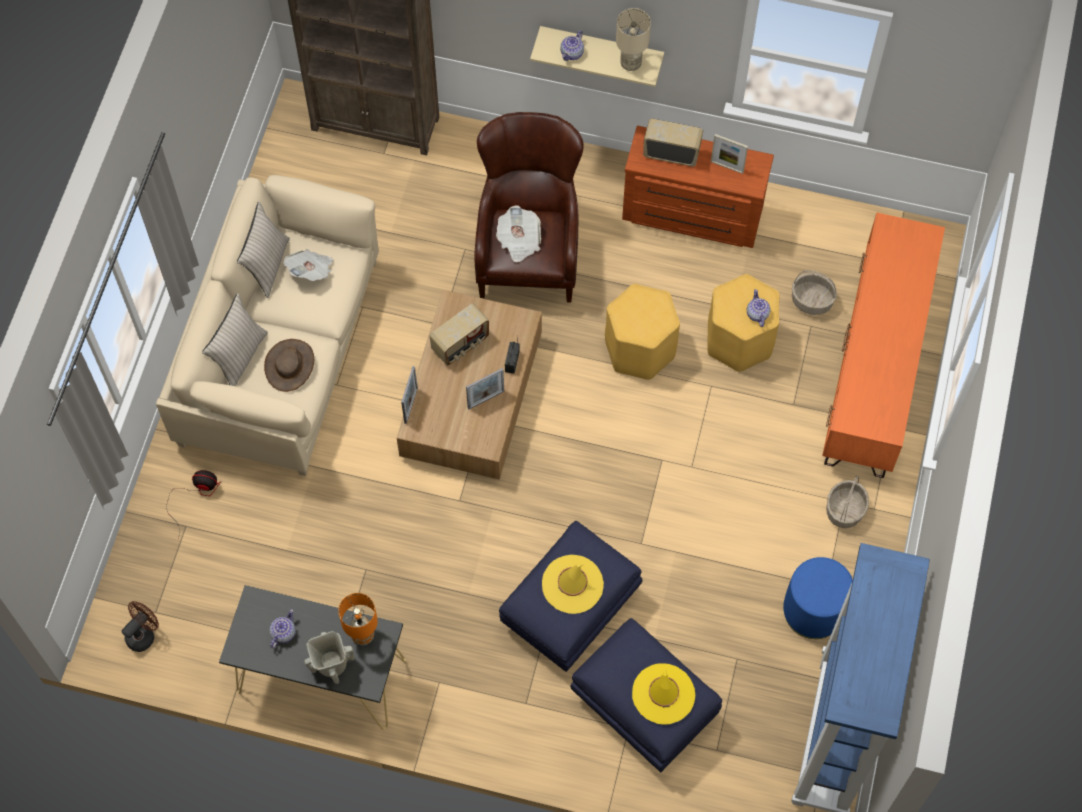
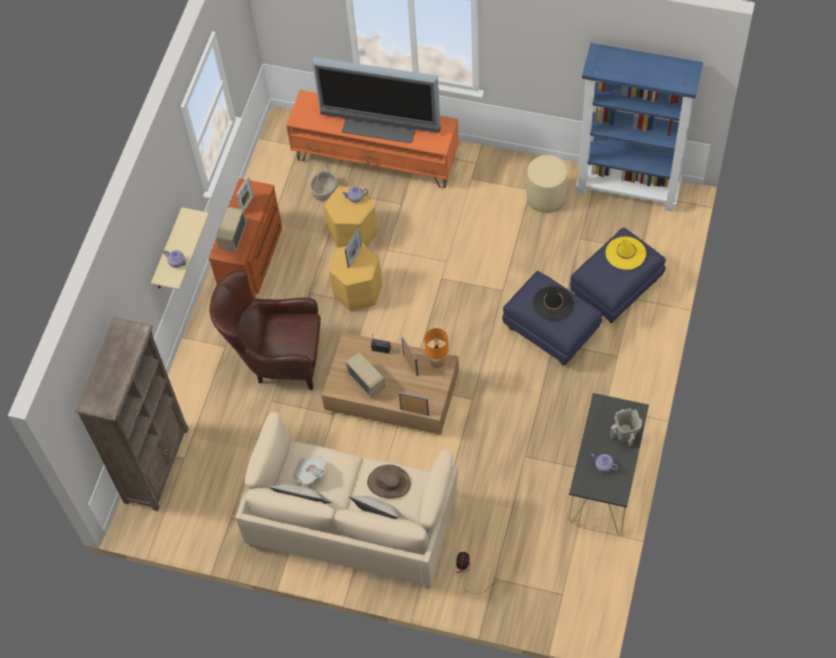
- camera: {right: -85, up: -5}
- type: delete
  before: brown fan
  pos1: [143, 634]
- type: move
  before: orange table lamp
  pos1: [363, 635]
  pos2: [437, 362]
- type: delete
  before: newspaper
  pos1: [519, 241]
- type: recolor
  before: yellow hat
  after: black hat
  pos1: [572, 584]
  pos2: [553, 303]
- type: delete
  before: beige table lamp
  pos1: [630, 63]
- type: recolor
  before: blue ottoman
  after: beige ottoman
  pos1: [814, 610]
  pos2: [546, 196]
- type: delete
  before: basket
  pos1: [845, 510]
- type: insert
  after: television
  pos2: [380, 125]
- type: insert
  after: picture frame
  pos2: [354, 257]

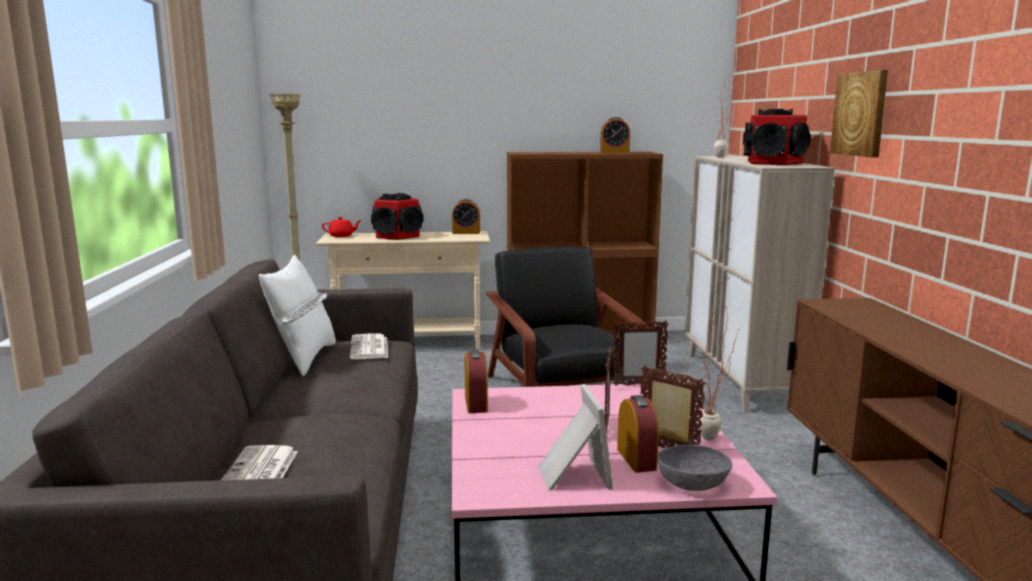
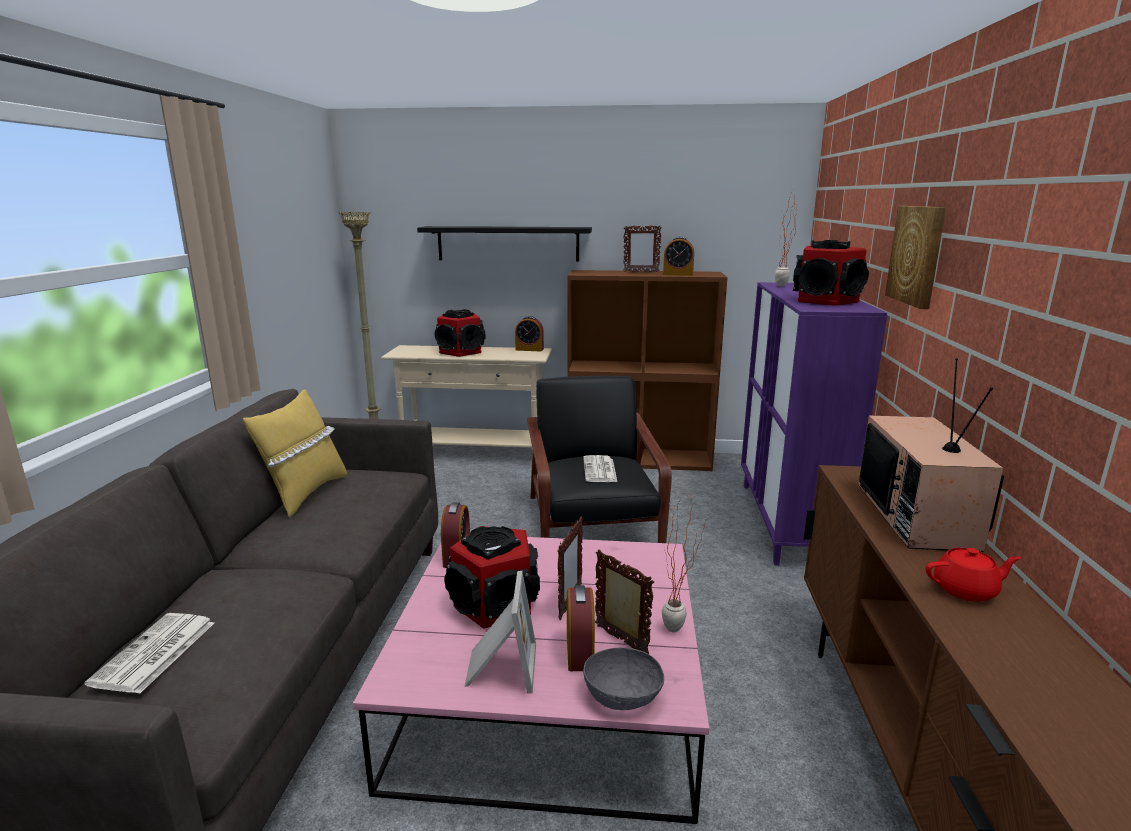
- camera: {right: 10, up: 5}
- type: recolor
  before: white pillow
  after: yellow pillow
  pos1: [303, 359]
  pos2: [305, 493]
- type: move
  before: red teapot
  pos1: [342, 236]
  pos2: [966, 590]
- type: move
  before: newspaper
  pos1: [370, 348]
  pos2: [600, 470]
- type: move
  before: picture frame
  pos1: [638, 385]
  pos2: [641, 272]
- type: recolor
  before: beige cabinet
  after: purple cabinet
  pos1: [740, 380]
  pos2: [786, 522]
- type: insert
  after: black shelf
  pos2: [508, 243]
- type: insert
  after: speaker
  pos2: [496, 604]
- type: insert
  after: television
  pos2: [919, 516]

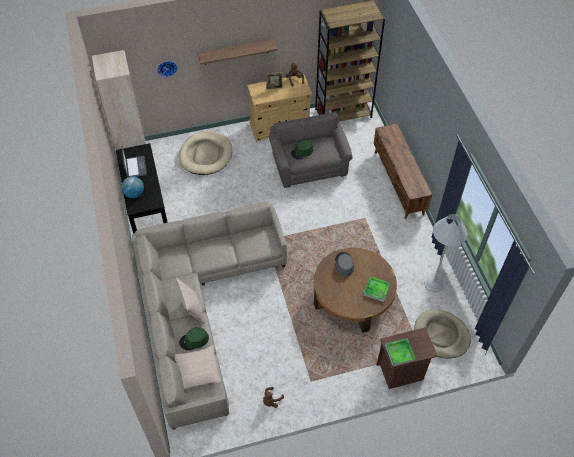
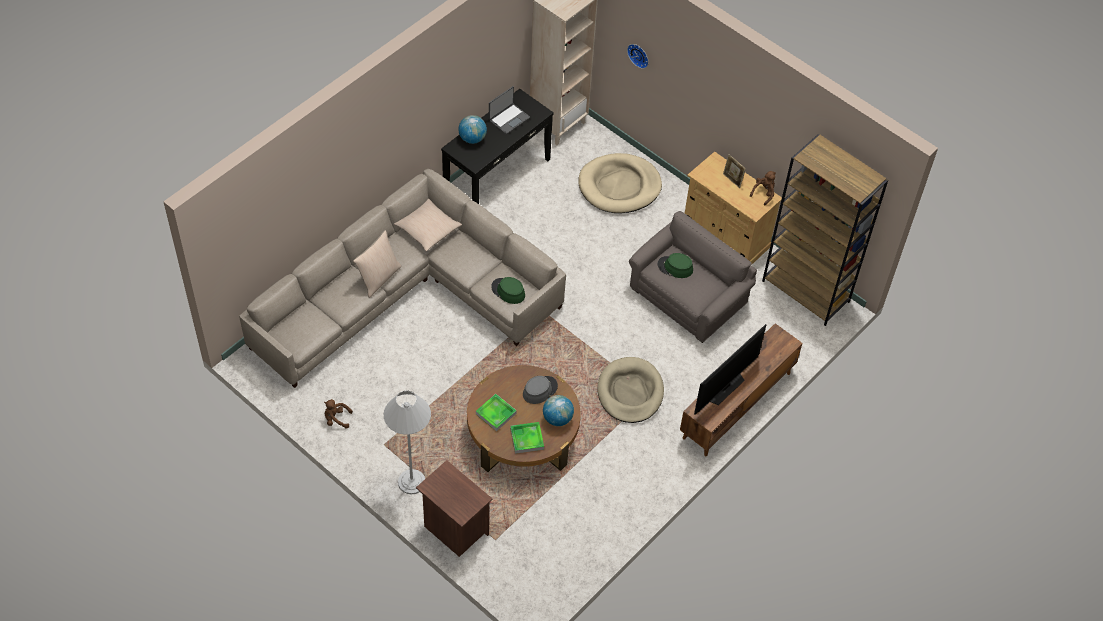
- camera: {right: 55, up: 0}
- type: move
  before: beige pillow
  pos1: [197, 371]
  pos2: [428, 229]
- type: move
  before: green hat
  pos1: [194, 340]
  pos2: [508, 291]
- type: delete
  before: shelf
  pos1: [236, 52]
- type: move
  before: tray
  pos1: [399, 353]
  pos2: [496, 413]
- type: move
  before: beige dog bed
  pos1: [441, 335]
  pos2: [630, 392]
- type: move
  before: white floor lamp
  pos1: [433, 283]
  pos2: [411, 482]
- type: insert
  after: globe
  pos2: [557, 418]
- type: insert
  after: television
  pos2: [724, 387]

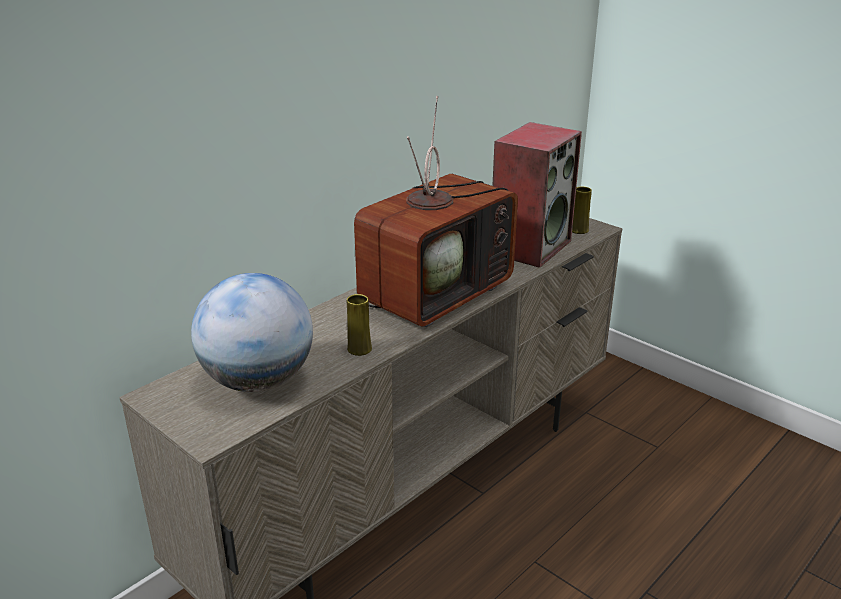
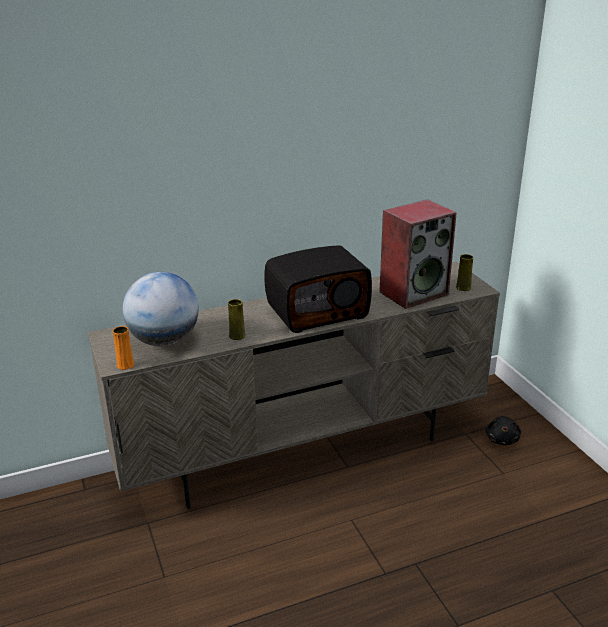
- camera: {right: 25, up: 0}
- type: replace
  before: television
  after: radio
  pos1: [436, 293]
  pos2: [317, 311]
- type: insert
  after: orange vase
  pos2: [125, 365]
- type: insert
  after: black plush toy
  pos2: [502, 439]

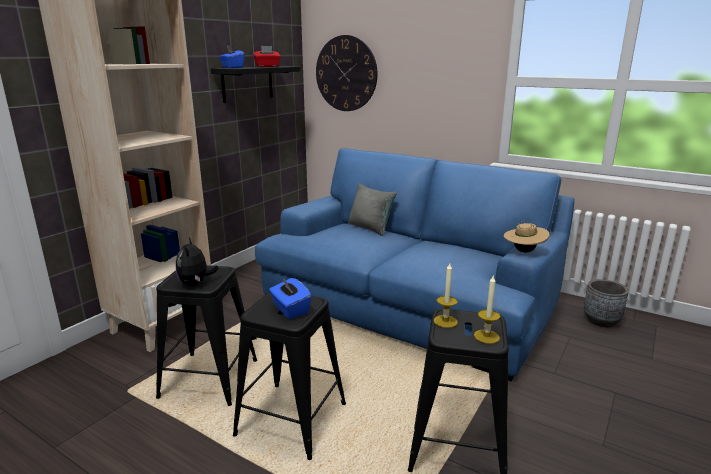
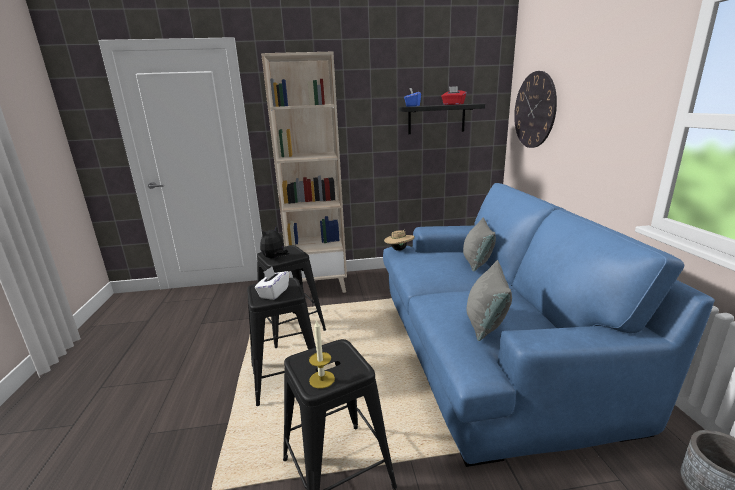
- camera: {right: 50, up: 0}
- type: recolor
  before: blue tissue box
  after: white tissue box
  pos1: [290, 309]
  pos2: [273, 293]
- type: delete
  before: candle
  pos1: [445, 321]
- type: move
  before: beige hat
  pos1: [523, 251]
  pos2: [399, 249]
- type: insert
  after: grey pillow
  pos2: [486, 323]

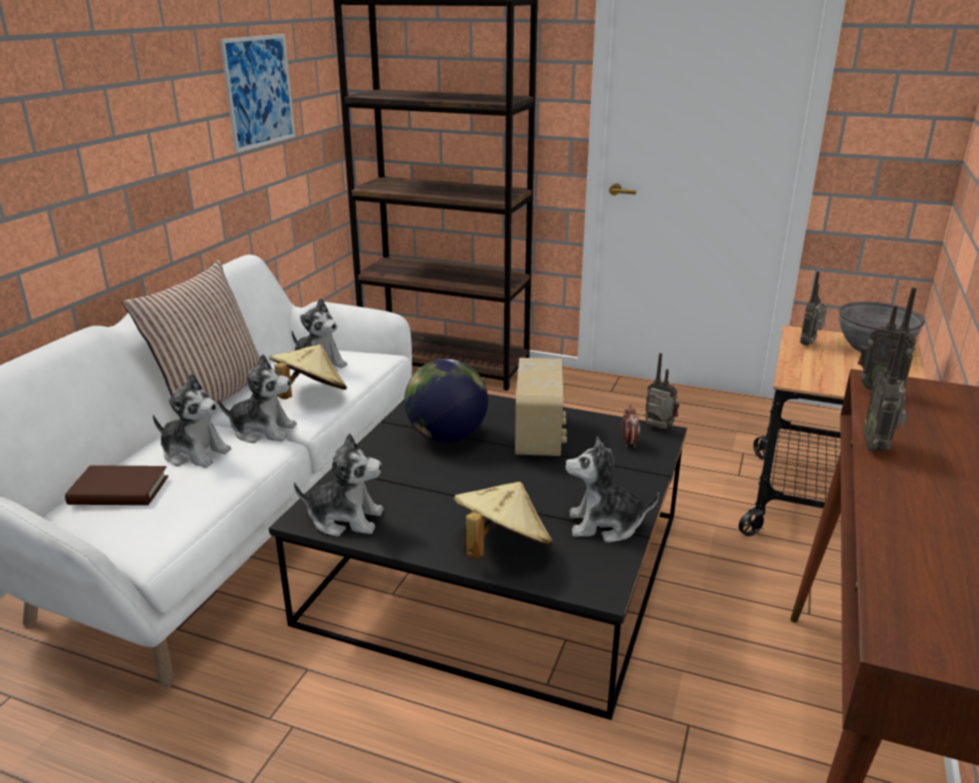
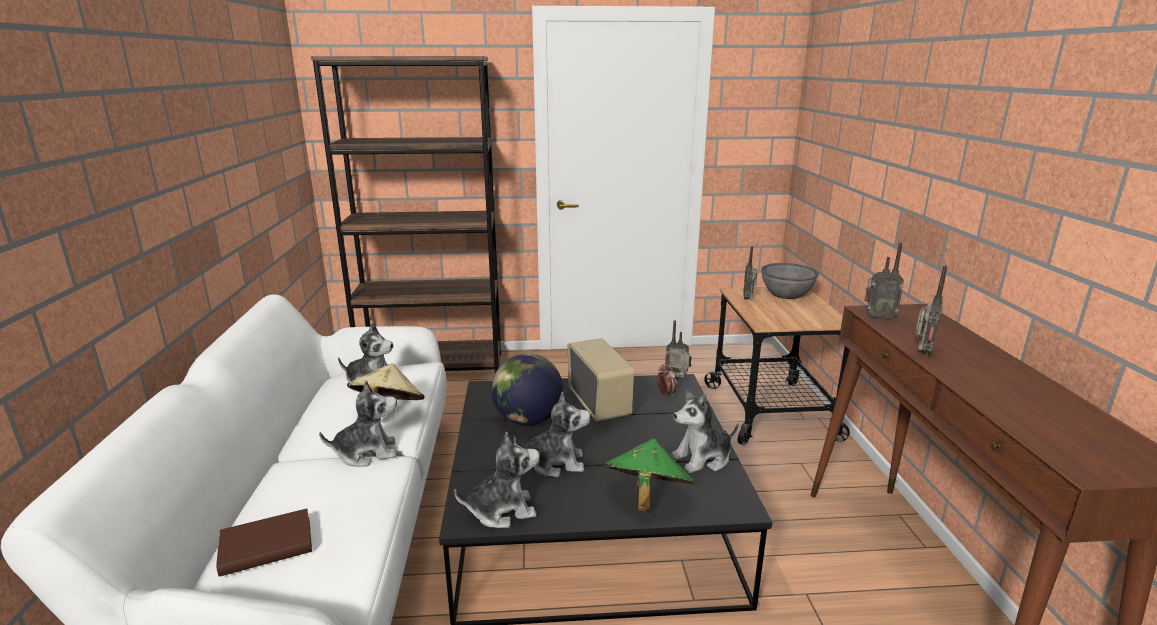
- camera: {right: -25, up: -5}
- type: delete
  before: pillow
  pos1: [212, 397]
- type: move
  before: plush toy
  pos1: [194, 453]
  pos2: [555, 463]
- type: delete
  before: picture
  pos1: [259, 91]
- type: recolor
  before: beige hat
  after: green hat
  pos1: [501, 548]
  pos2: [646, 497]
- type: rotate
  before: radio
  pos1: [877, 447]
  pos2: [921, 352]
  turn: -135

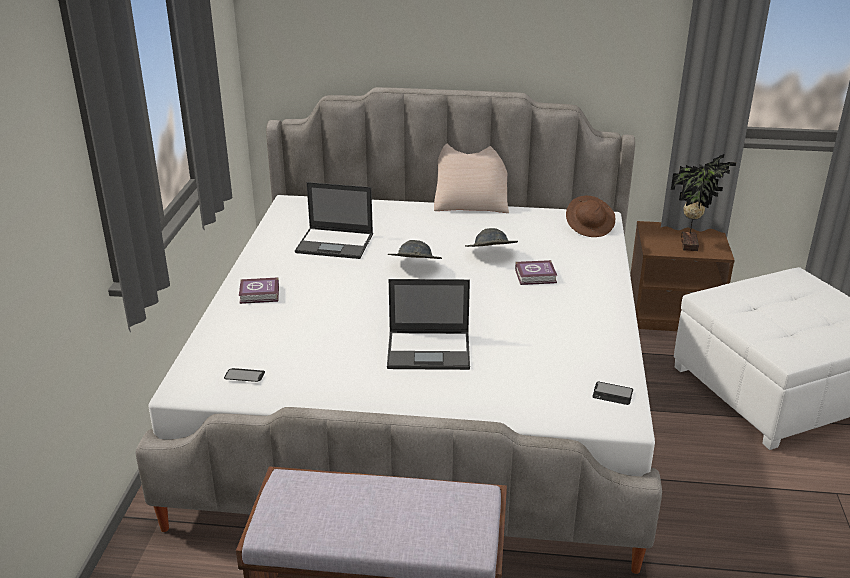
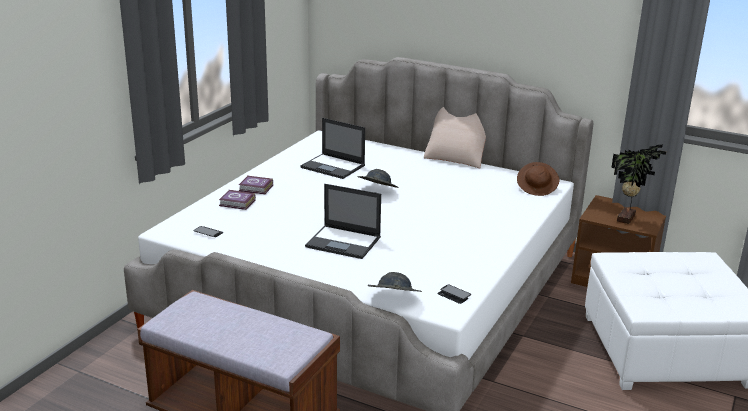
- camera: {right: 20, up: -5}
- type: move
  before: grey hat
  pos1: [490, 255]
  pos2: [393, 299]
- type: move
  before: book
  pos1: [536, 277]
  pos2: [238, 203]

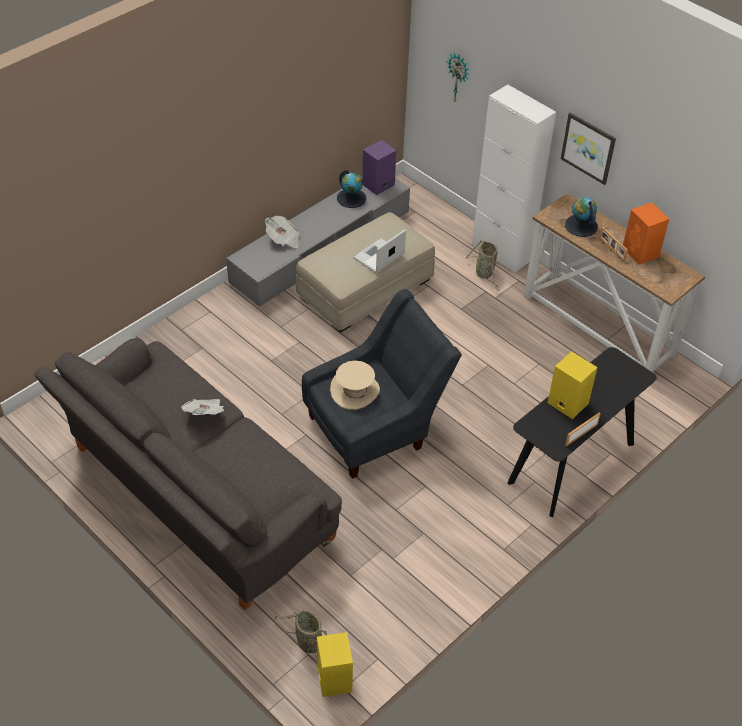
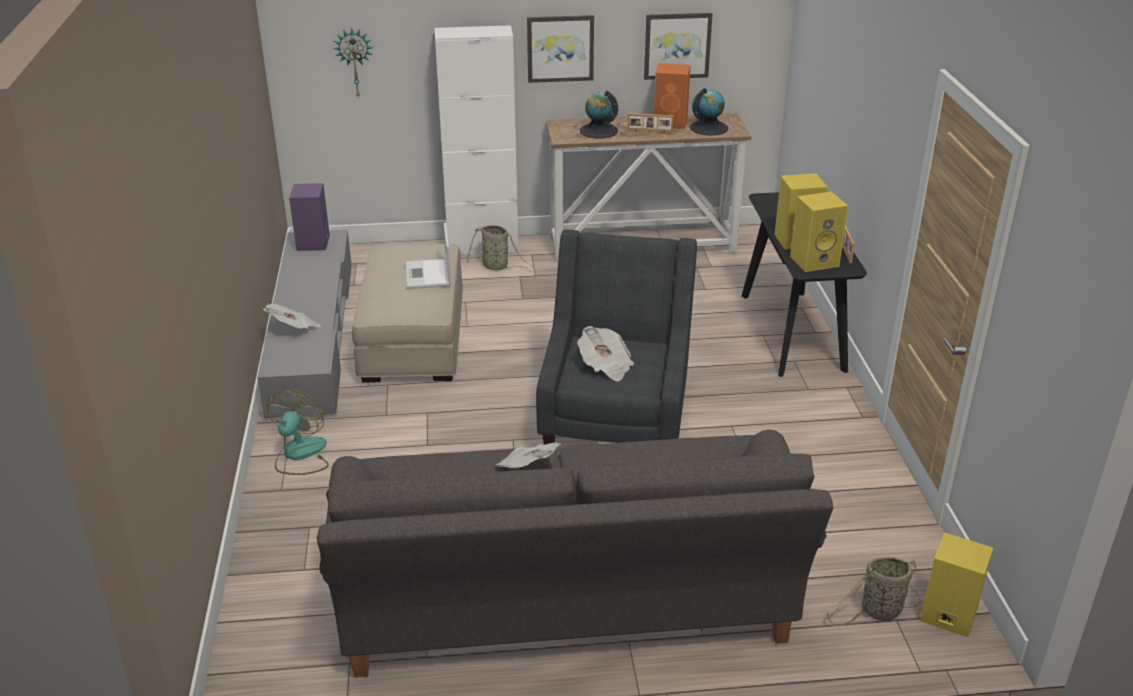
- camera: {right: -50, up: -15}
- type: replace
  before: beige hat
  after: newspaper
  pos1: [355, 391]
  pos2: [605, 366]
- type: move
  before: globe
  pos1: [351, 198]
  pos2: [708, 128]
- type: insert
  after: fan
  pos2: [300, 455]
- type: insert
  after: picture
  pos2: [677, 45]
- type: insert
  after: yellow speaker
  pos2: [815, 261]

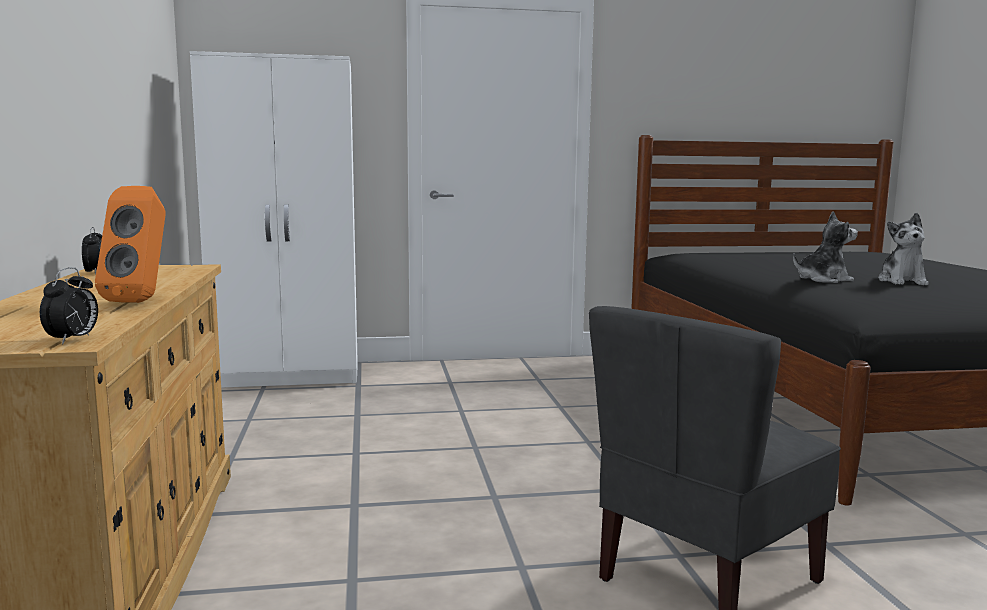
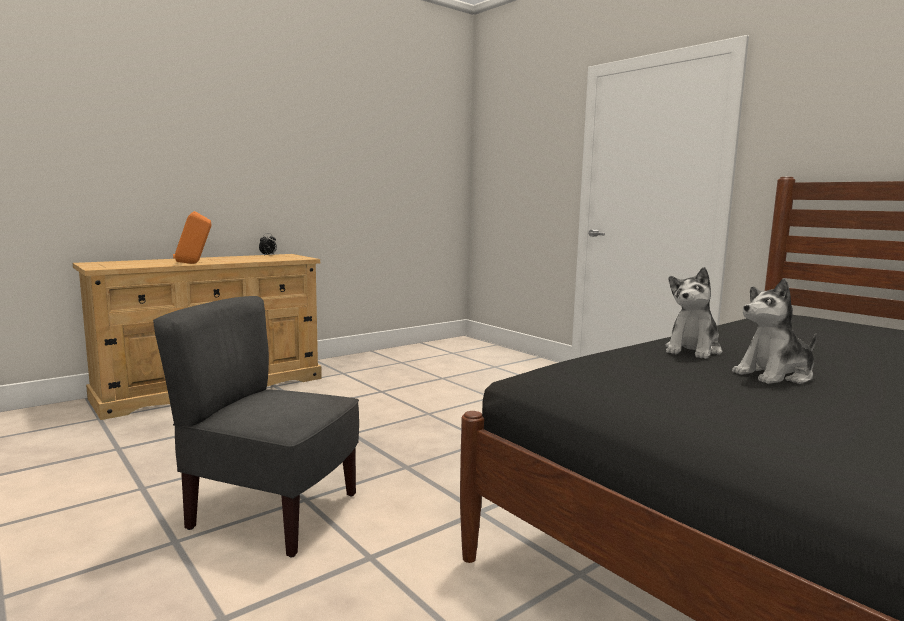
- camera: {right: 60, up: 0}
- type: delete
  before: alarm clock
  pos1: [73, 340]
- type: delete
  before: white wardrobe
  pos1: [289, 376]
- type: rotate
  before: plush toy
  pos1: [823, 280]
  pos2: [693, 350]
  turn: 75

